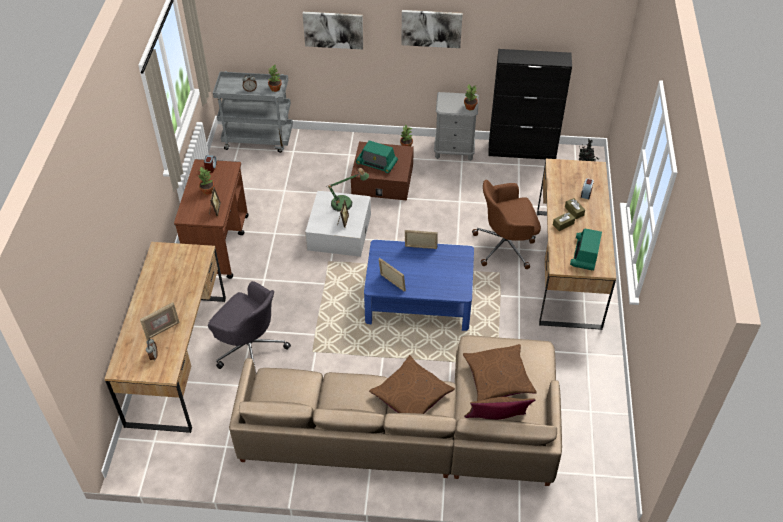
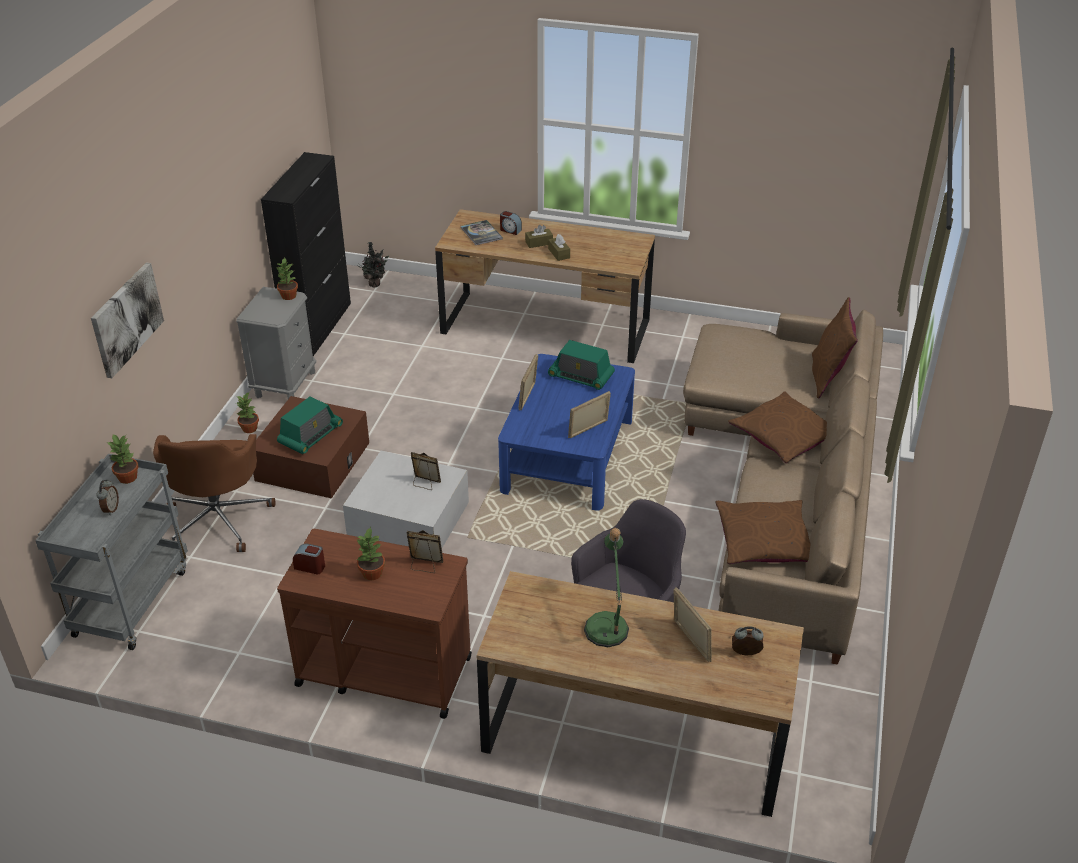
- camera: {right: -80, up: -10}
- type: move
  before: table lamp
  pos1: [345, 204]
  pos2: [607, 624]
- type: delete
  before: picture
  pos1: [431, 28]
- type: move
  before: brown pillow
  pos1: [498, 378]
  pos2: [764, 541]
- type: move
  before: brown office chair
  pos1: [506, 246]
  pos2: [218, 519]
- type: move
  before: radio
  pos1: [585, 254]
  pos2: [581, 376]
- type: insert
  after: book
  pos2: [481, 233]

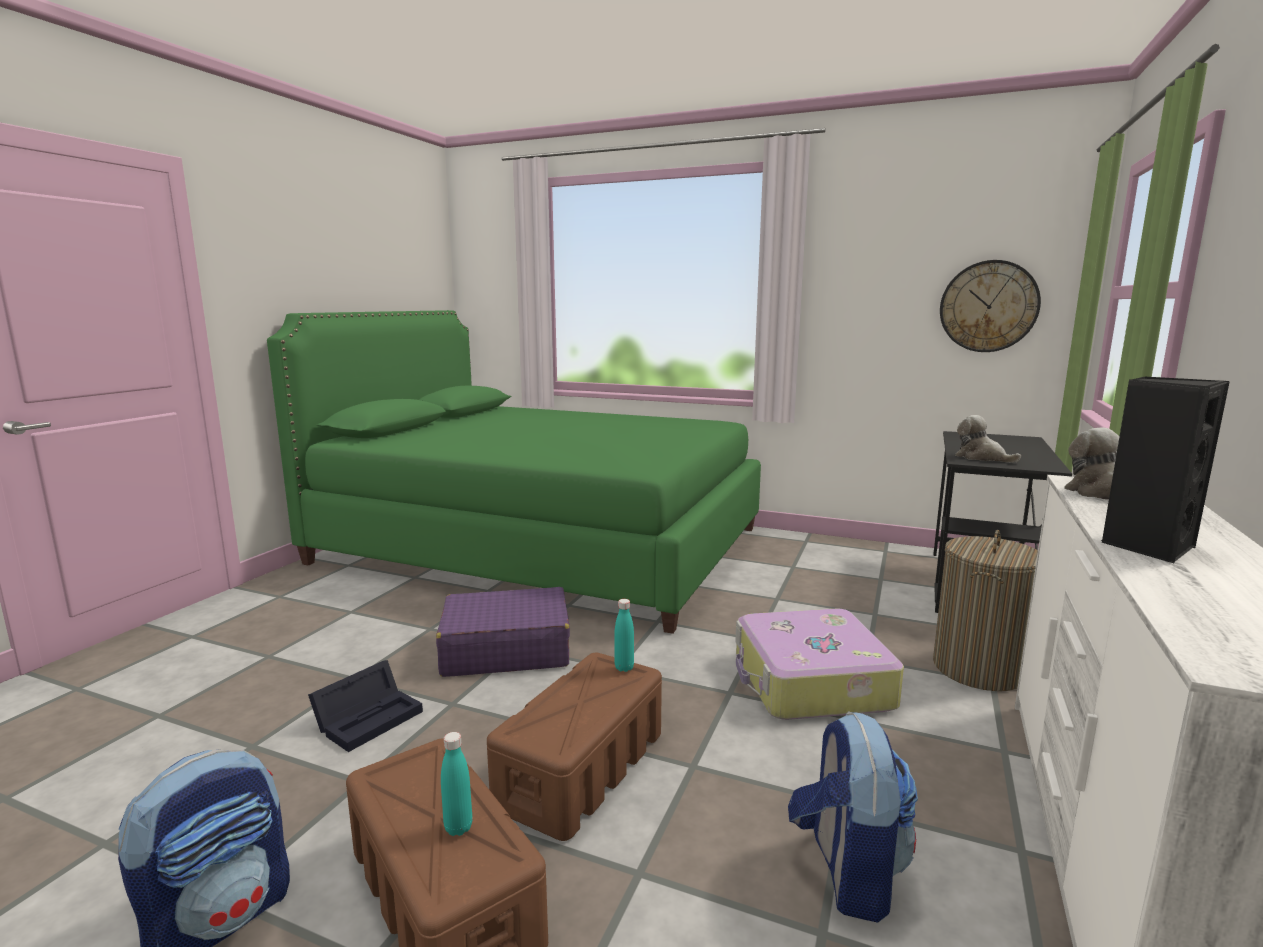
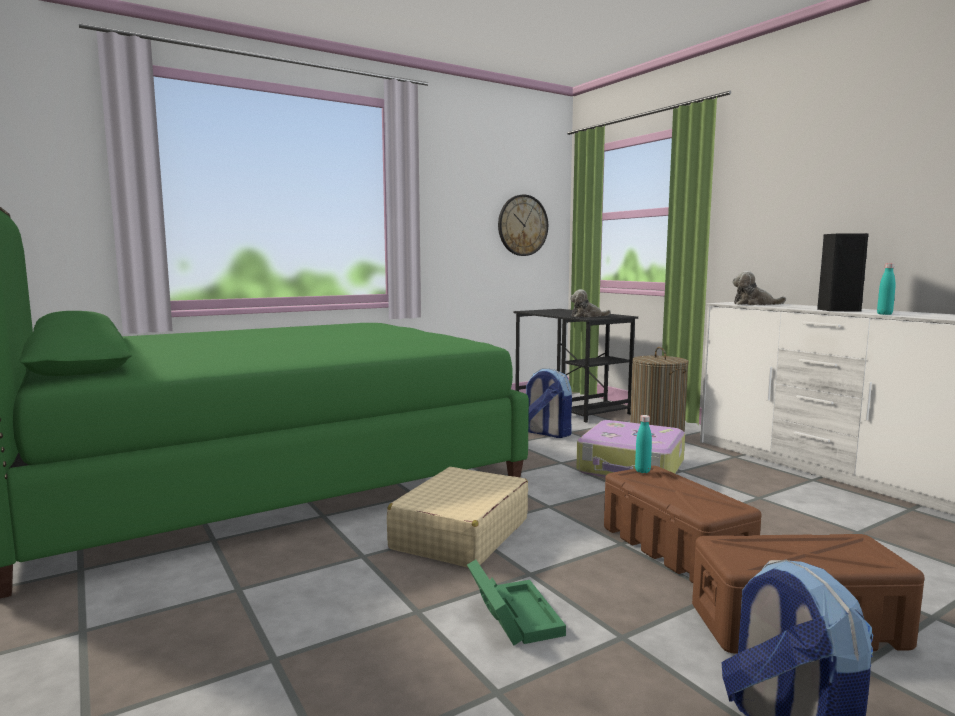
- camera: {right: -55, up: -5}
- type: recolor
  before: black storage box
  after: green storage box
  pos1: [370, 717]
  pos2: [512, 615]
- type: recolor
  before: purple suitcase
  after: beige suitcase
  pos1: [505, 649]
  pos2: [460, 534]
- type: move
  before: turquoise bottle
  pos1: [458, 827]
  pos2: [884, 314]
- type: move
  before: backpack
  pos1: [847, 871]
  pos2: [547, 433]

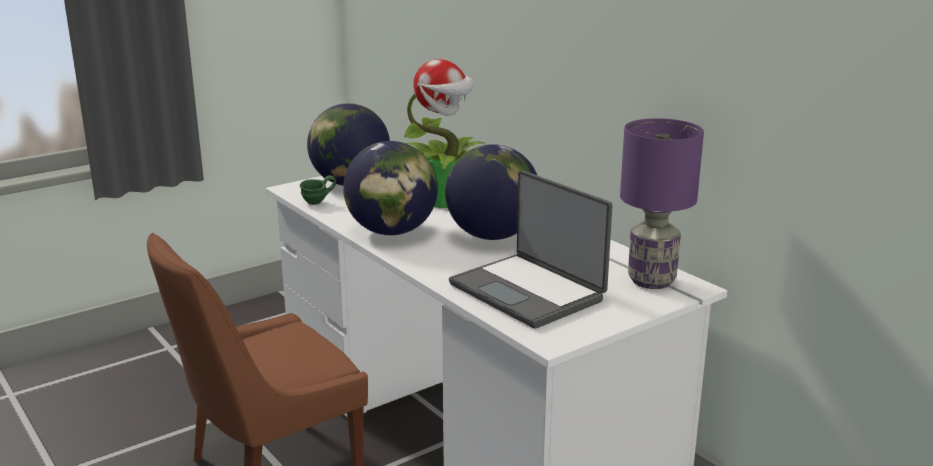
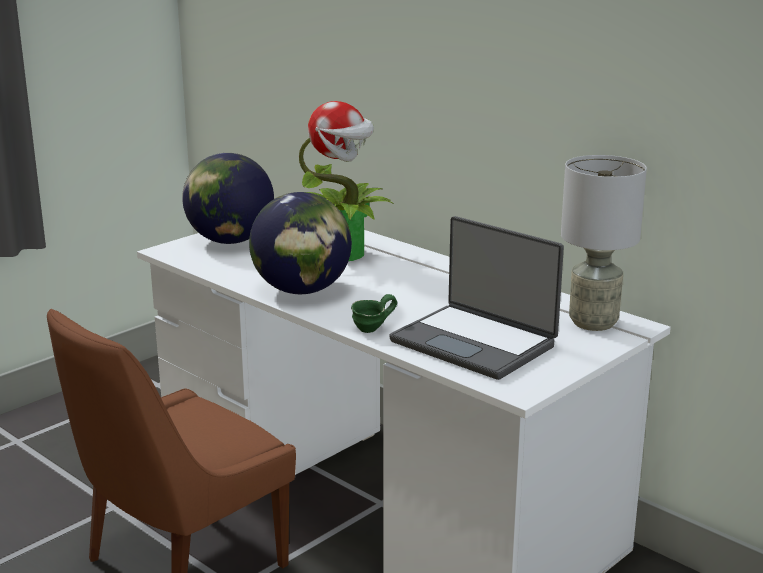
- camera: {right: -10, up: 0}
- type: move
  before: green mug
  pos1: [317, 203]
  pos2: [372, 330]
- type: delete
  before: globe
  pos1: [492, 235]
- type: recolor
  before: purple table lamp
  after: grey table lamp
  pos1: [651, 281]
  pos2: [593, 323]

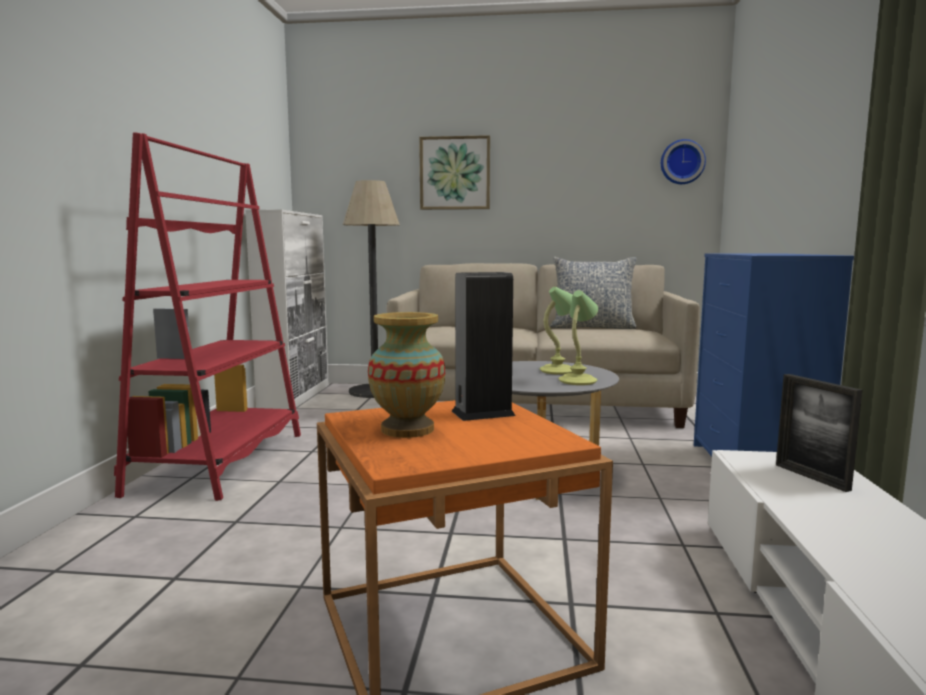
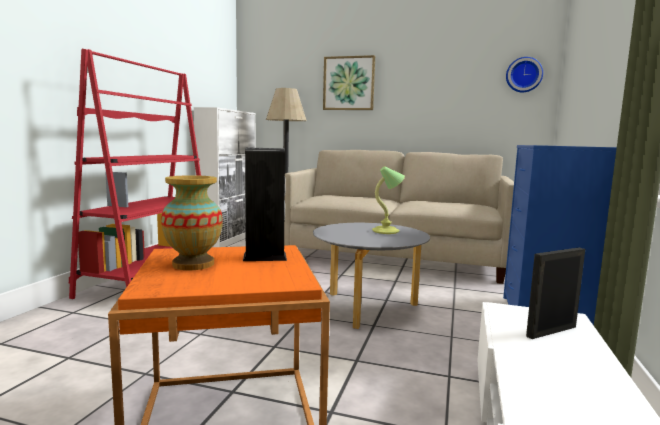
- camera: {right: 10, up: 0}
- type: delete
  before: pillow
  pos1: [592, 327]
- type: delete
  before: table lamp
  pos1: [578, 381]
- type: rotate
  before: picture frame
  pos1: [811, 477]
  pos2: [551, 331]
  turn: 75

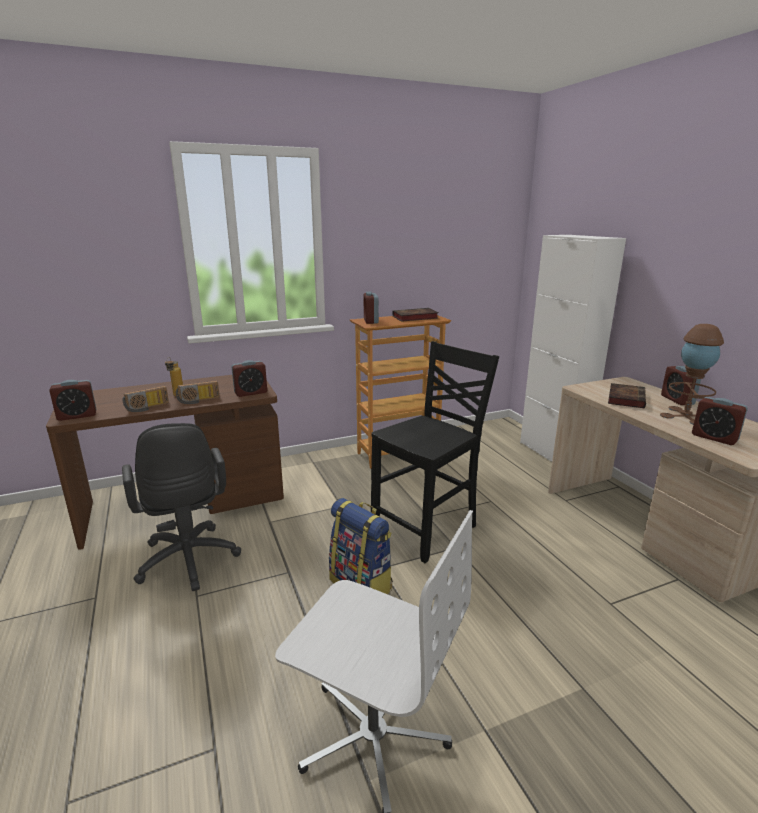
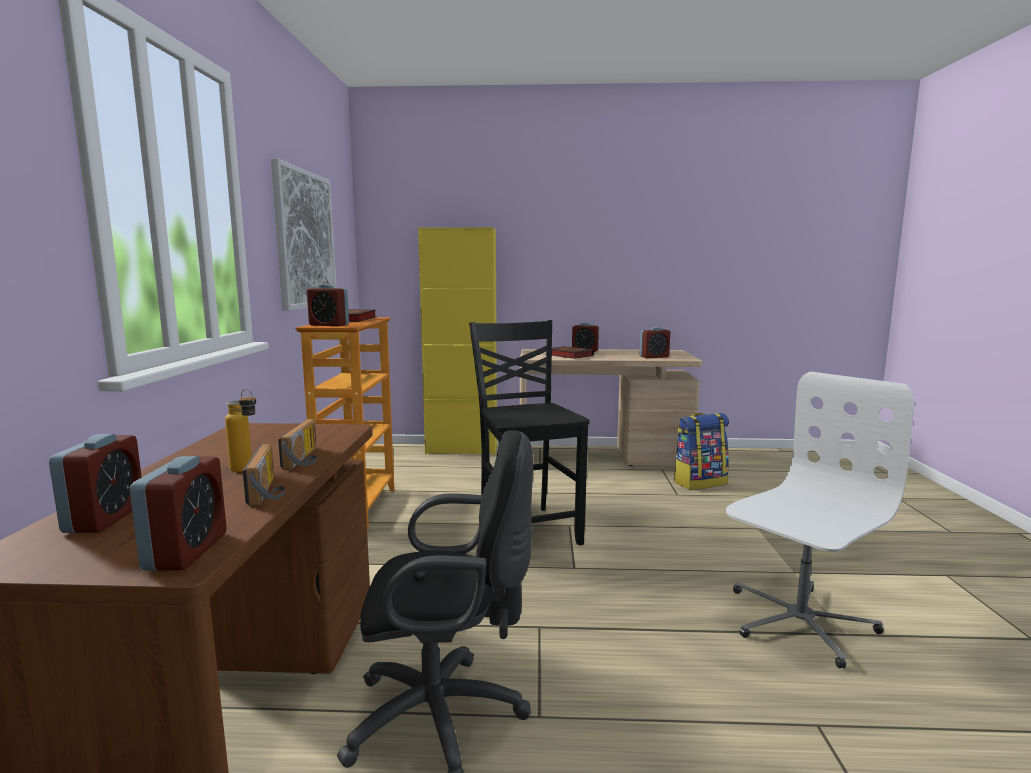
- camera: {right: -65, up: -10}
- type: move
  before: alarm clock
  pos1: [251, 393]
  pos2: [105, 518]
- type: move
  before: backpack
  pos1: [362, 584]
  pos2: [699, 482]
- type: recolor
  before: white cabinet
  after: yellow cabinet
  pos1: [552, 453]
  pos2: [461, 450]
- type: delete
  before: brown table lamp
  pos1: [685, 416]
- type: insert
  after: picture
  pos2: [305, 239]

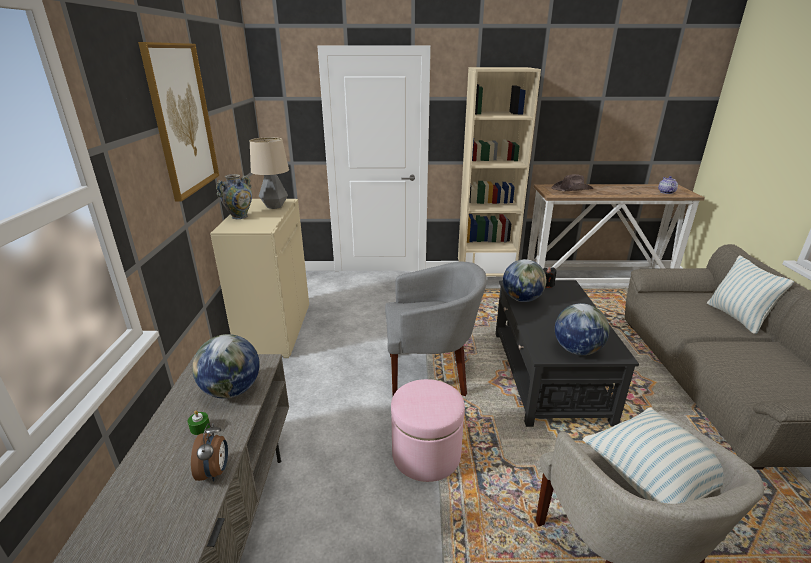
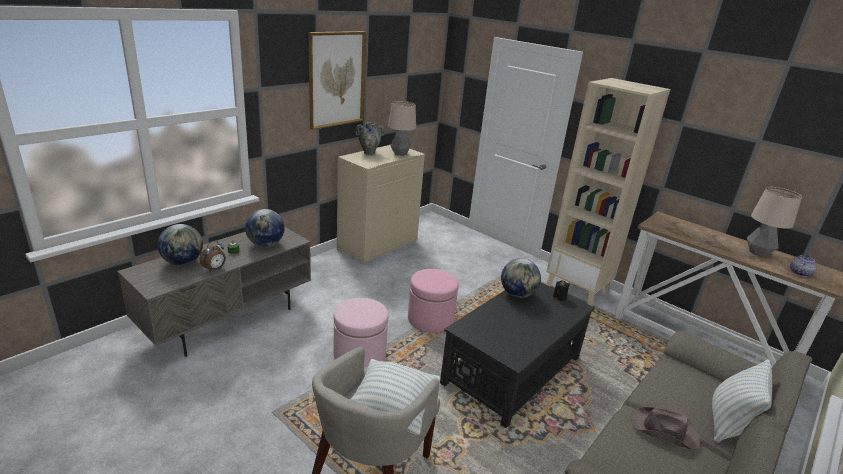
- camera: {right: 40, up: 0}
- type: replace
  before: grey armchair
  after: pink ottoman
  pos1: [430, 372]
  pos2: [430, 319]
- type: move
  before: brown hat
  pos1: [572, 189]
  pos2: [664, 431]
- type: move
  before: globe
  pos1: [577, 350]
  pos2: [183, 262]
- type: insert
  after: table lamp
  pos2: [757, 253]

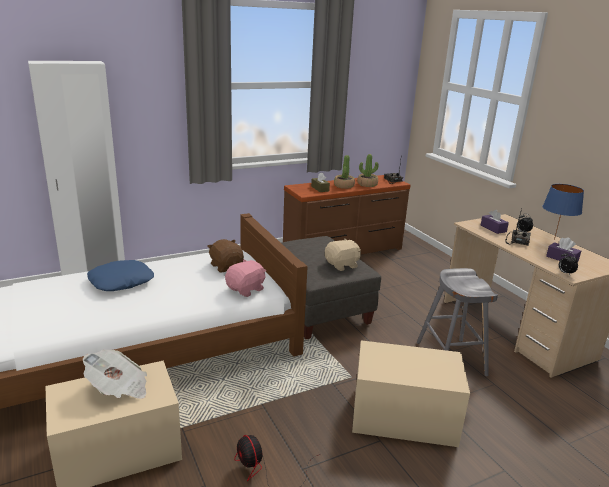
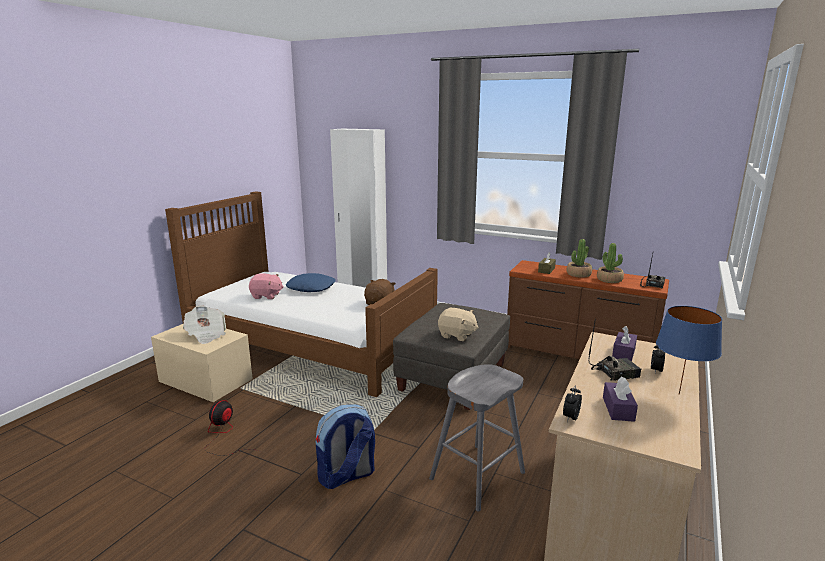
- camera: {right: 55, up: -5}
- type: move
  before: pink plush toy
  pos1: [246, 289]
  pos2: [266, 296]
- type: replace
  before: beige storage box
  after: backpack
  pos1: [404, 416]
  pos2: [346, 476]

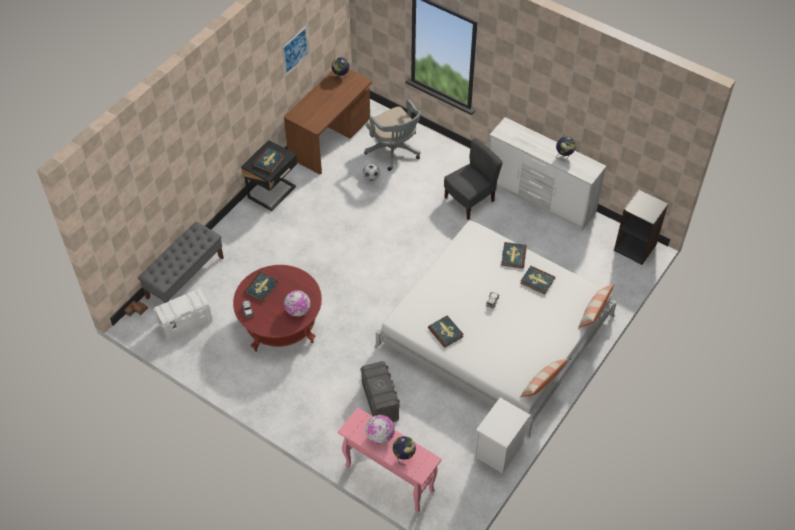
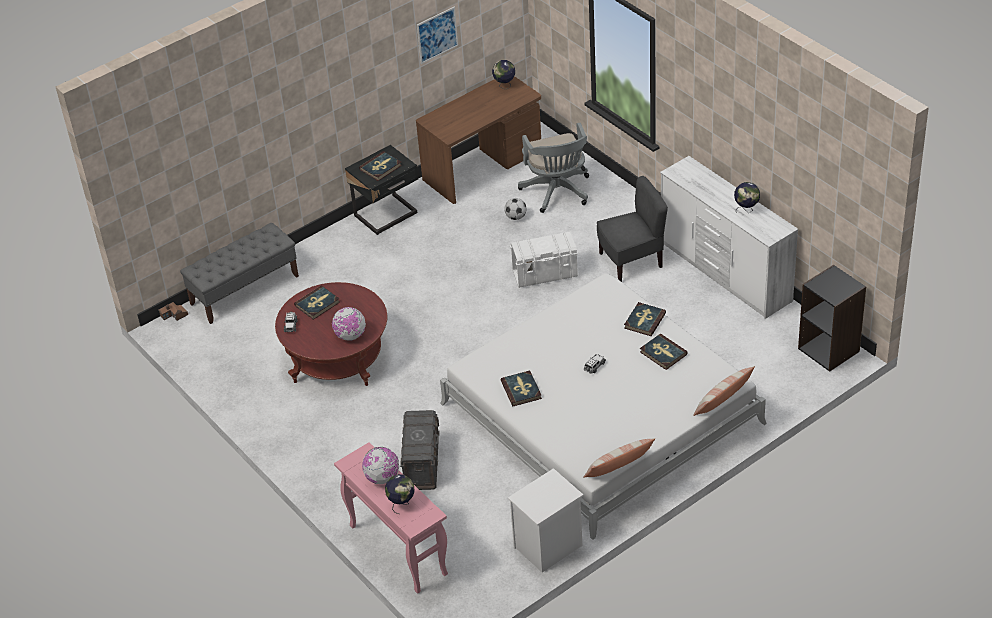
- camera: {right: 20, up: -10}
- type: move
  before: white storage box
  pos1: [186, 323]
  pos2: [545, 274]

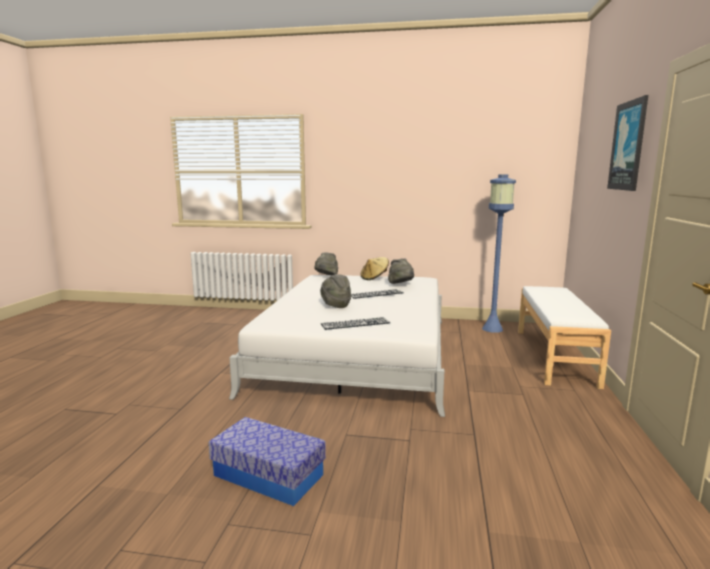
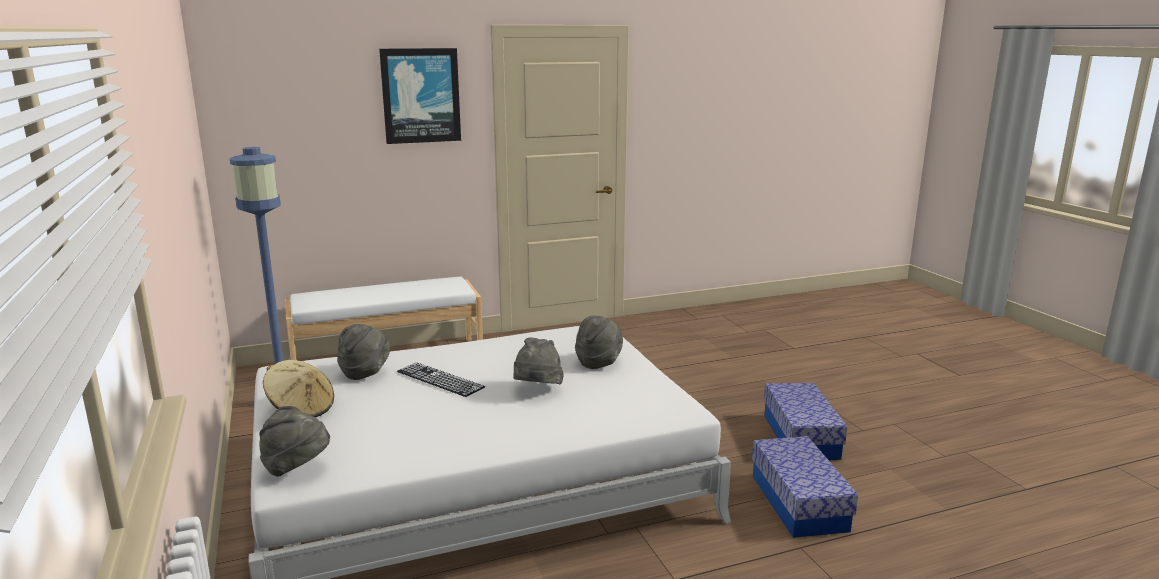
- camera: {right: -120, up: 5}
- type: replace
  before: keyboard
  after: grey hat
  pos1: [355, 323]
  pos2: [599, 362]
- type: insert
  after: storage box
  pos2: [799, 503]

